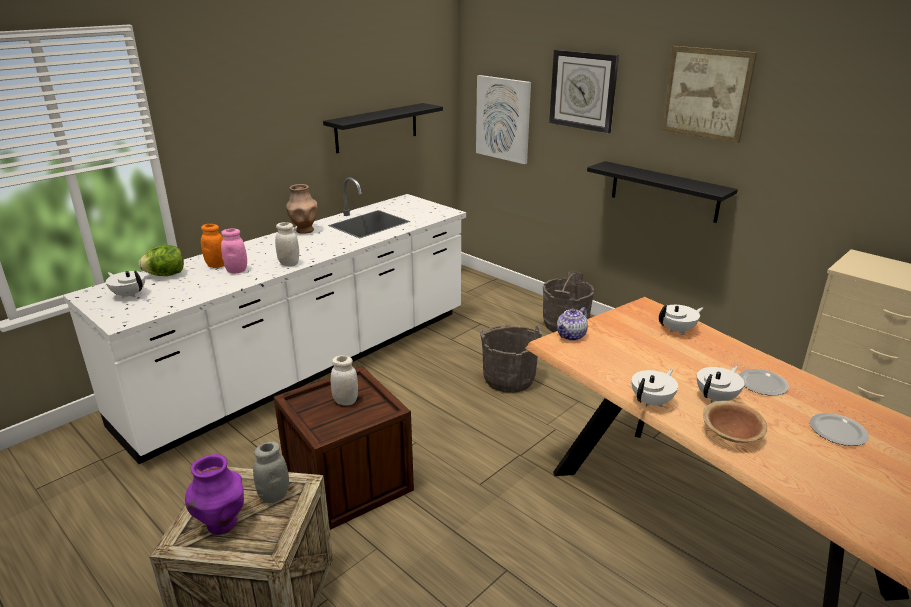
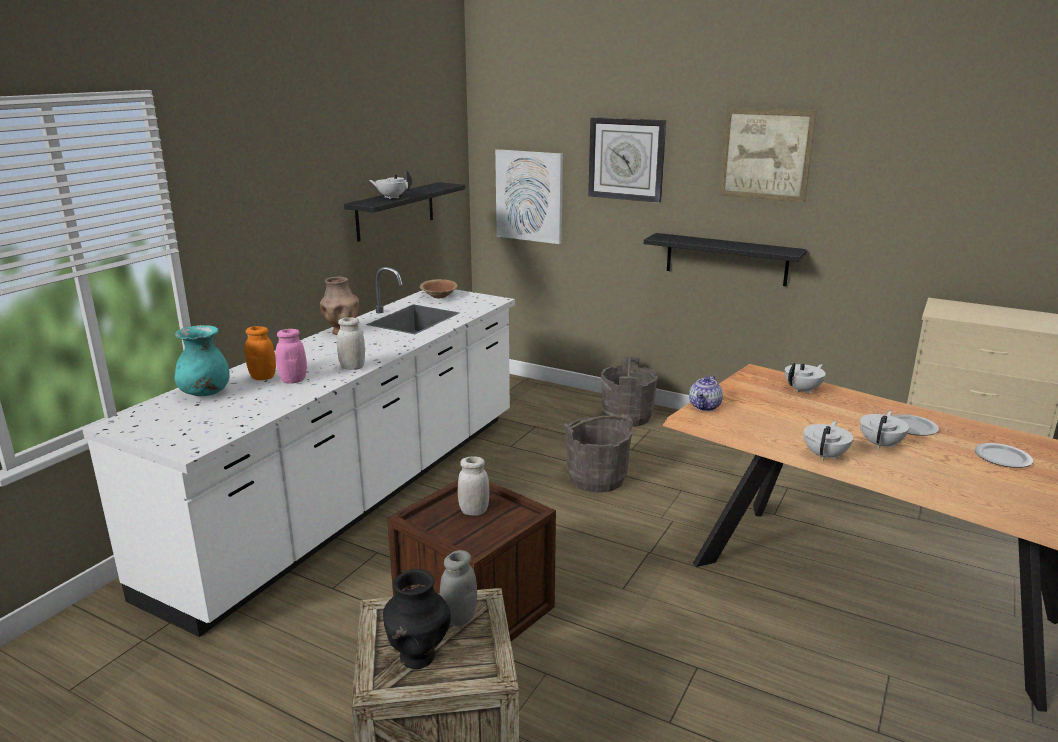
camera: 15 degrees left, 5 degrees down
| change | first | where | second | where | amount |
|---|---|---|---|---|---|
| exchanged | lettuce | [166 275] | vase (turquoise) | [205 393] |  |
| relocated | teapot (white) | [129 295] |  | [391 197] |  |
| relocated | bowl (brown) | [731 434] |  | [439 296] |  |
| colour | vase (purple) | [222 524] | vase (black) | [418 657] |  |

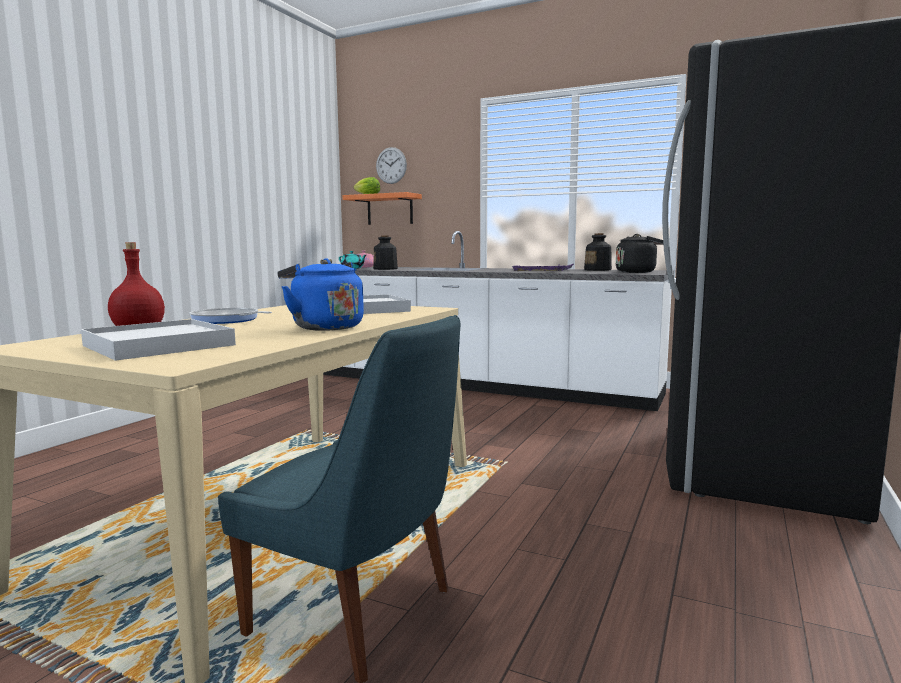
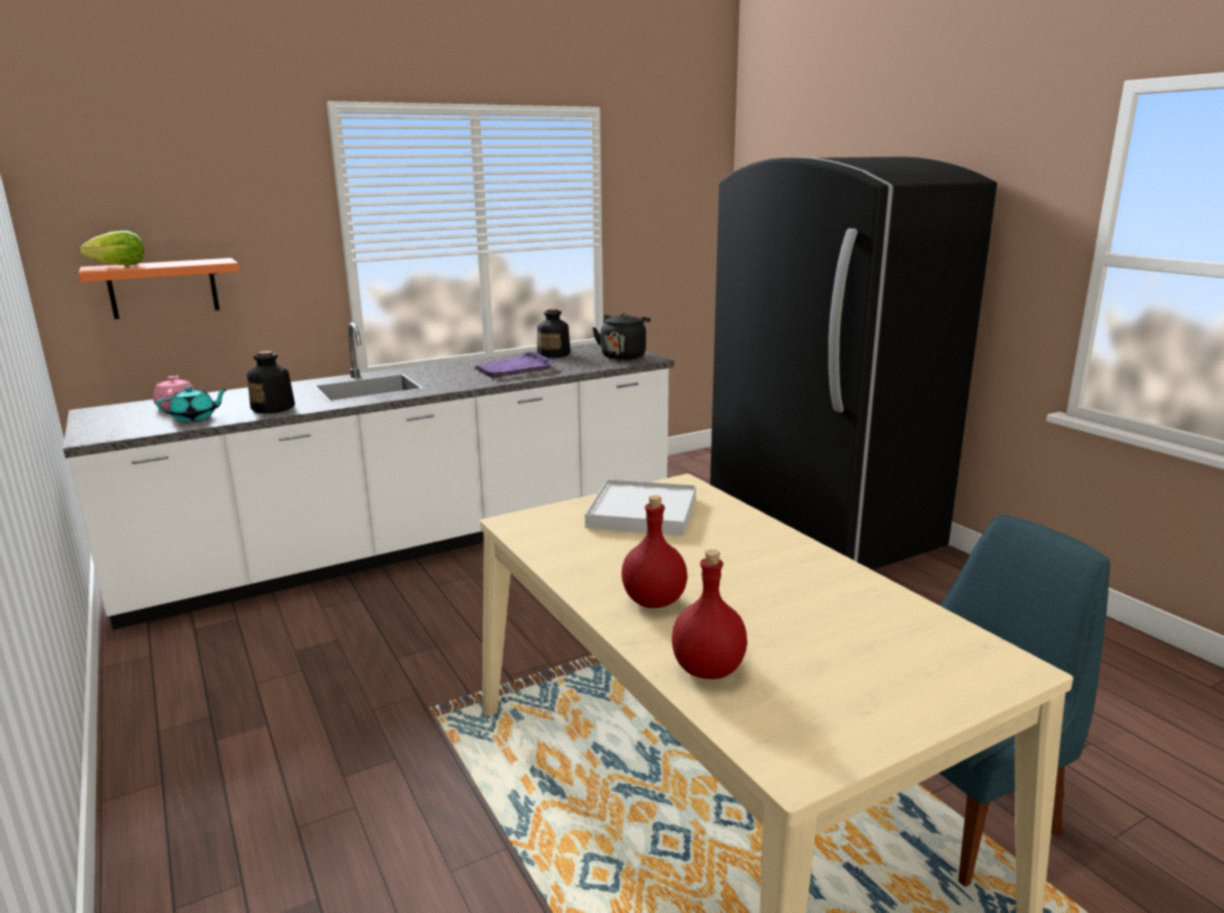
camera: 55 degrees left, 10 degrees up
| change | first | where | second | where | amount |
|---|---|---|---|---|---|
| missing | wall clock | [391 165] |  |  |  |
| missing | kettle (blue) | [324 327] |  |  |  |
| exchanged | frying pan | [227 320] | bottle (red) | [655 601] |  |
| missing | tray (white) | [158 345] |  |  |  |

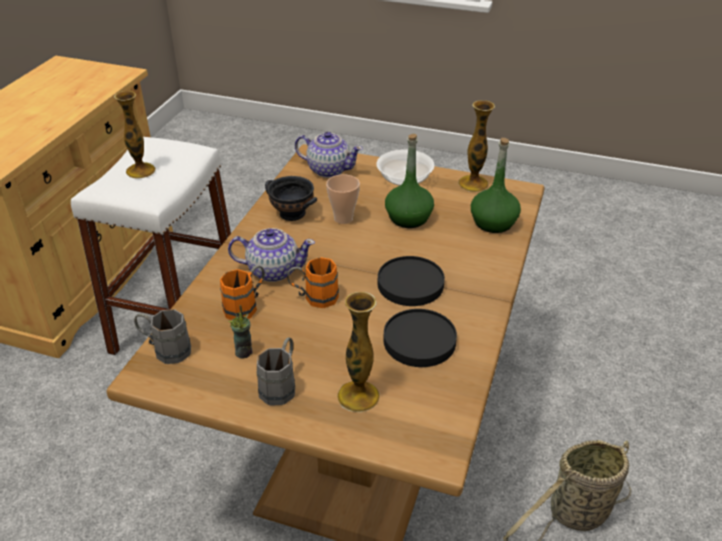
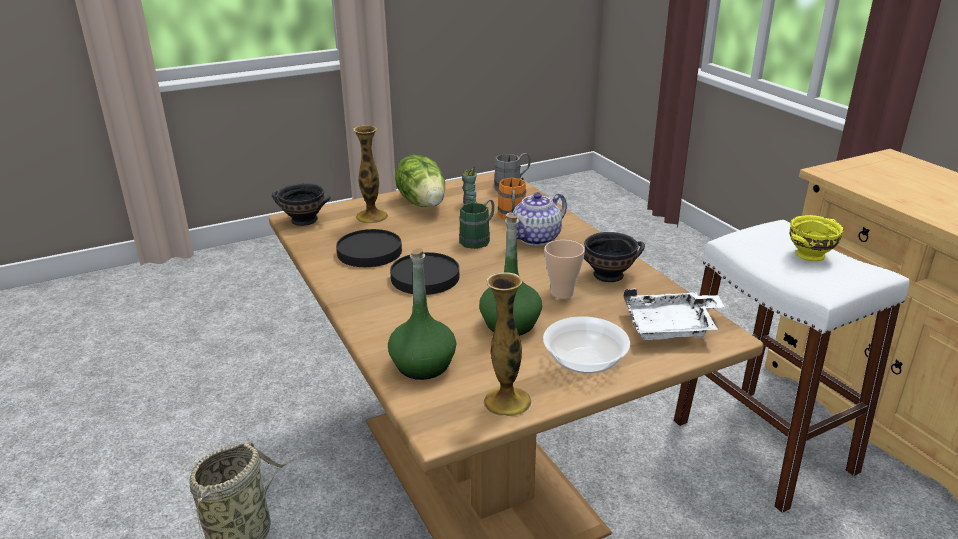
camera: 135 degrees right, 10 degrees down
| change | first | where | second | where | amount |
|---|---|---|---|---|---|
| exchanged | vase | [140 170] | bowl (yellow) | [808 255] |  |
| exchanged | teapot | [328 170] | tray (white) | [671 327] |  |
| colour | mug (orange) | [314 298] | mug (green) | [479 239] |  |
| exchanged | mug (grey) | [281 385] | lettuce | [423 202] |  |
| appeared |  |  | bowl (black) | [304 220] |  |

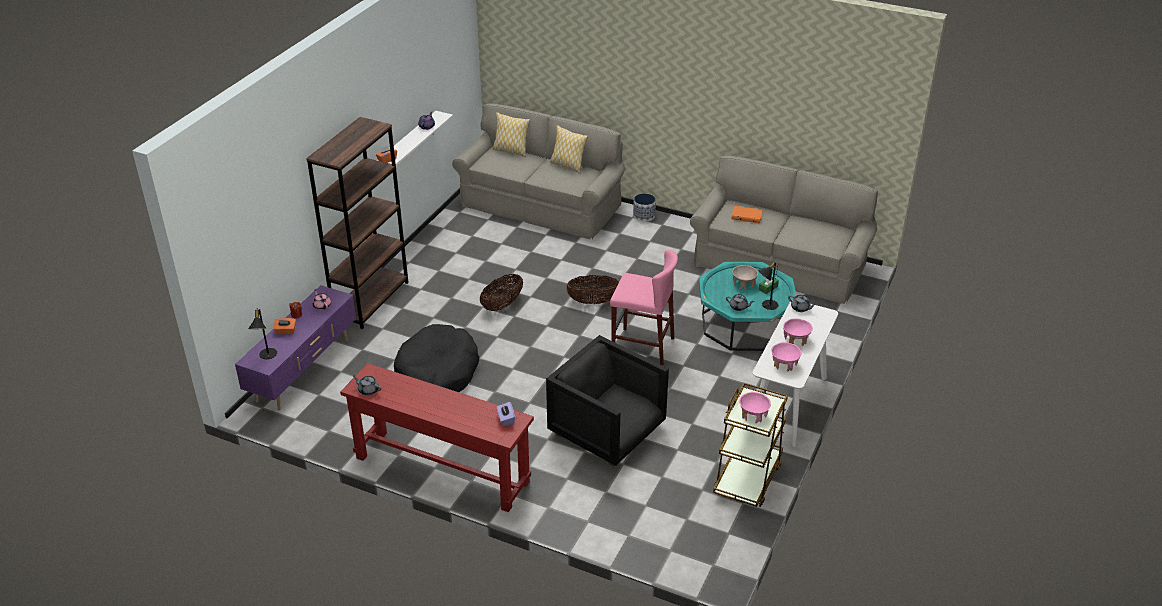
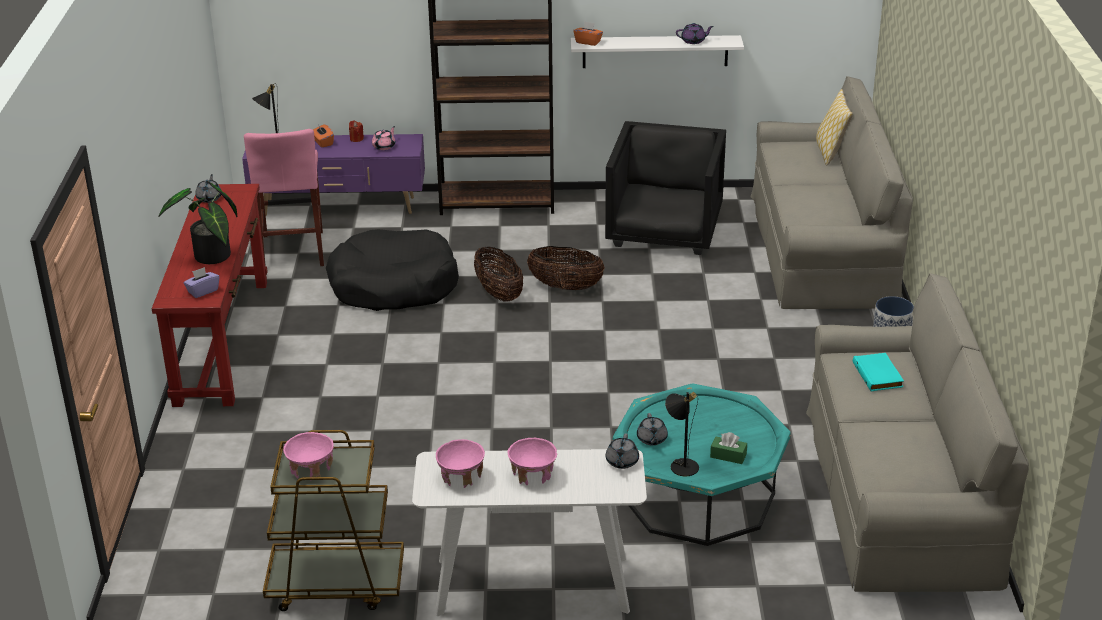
camera: 65 degrees right, 5 degrees down
| change | first | where | second | where | amount |
|---|---|---|---|---|---|
| missing | pillow | [568 166] |  |  |  |
| colour | book (orange) | [747 216] | book (turquoise) | [879 375] |  |
| relocated | stool (pink) | [642 346] |  | [293 250] |  |
| missing | bowl (beige) | [743 284] |  |  |  |
| relocated | basket | [593 301] |  | [499 293] |  |
| relocated | armchair (black) | [607 431] |  | [664 230] |  |
| appeared |  |  | potted plant | [211 258] |  |

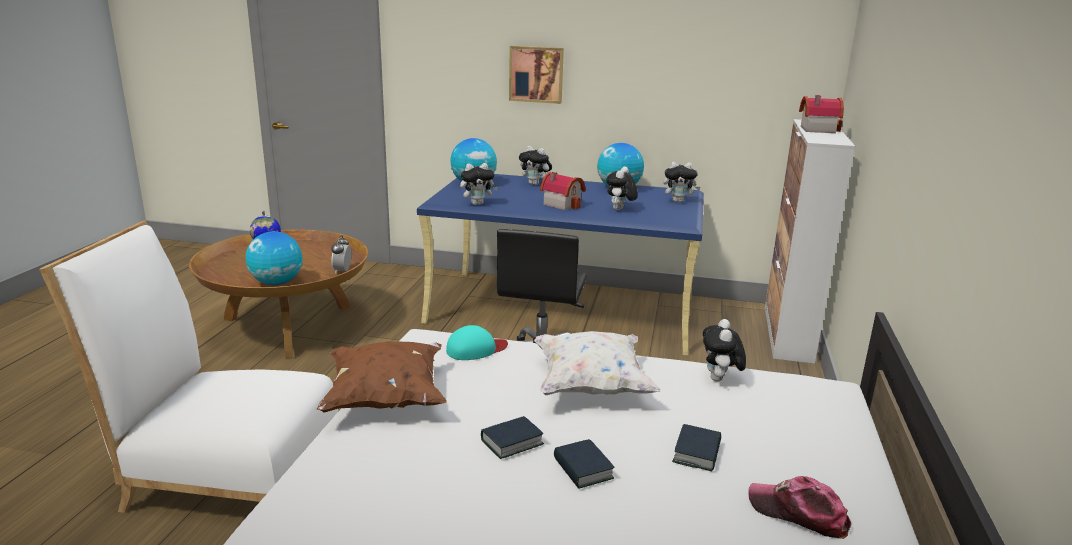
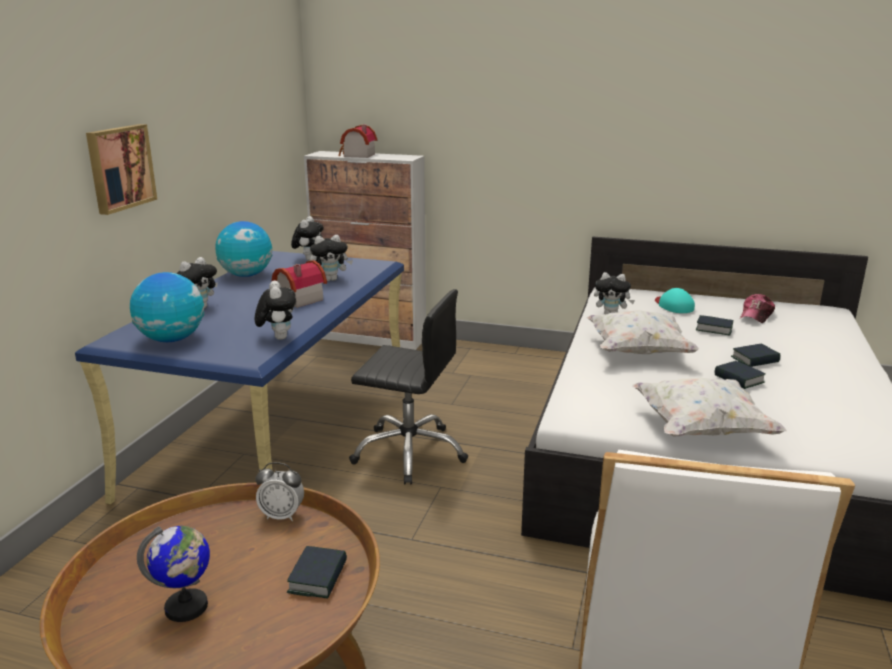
camera: 85 degrees left, 0 degrees up
| change | first | where | second | where | amount |
|---|---|---|---|---|---|
| spun | plush toy | [620 210] |  | [331 280] | 45 degrees counterclockwise |
| exchanged | globe | [276 283] | book | [318 577] |  |
| relocated | cap (turquoise) | [476 349] |  | [673 306] |  |
| colour | pillow (brown) | [386 398] | pillow (white) | [701 430] |  |

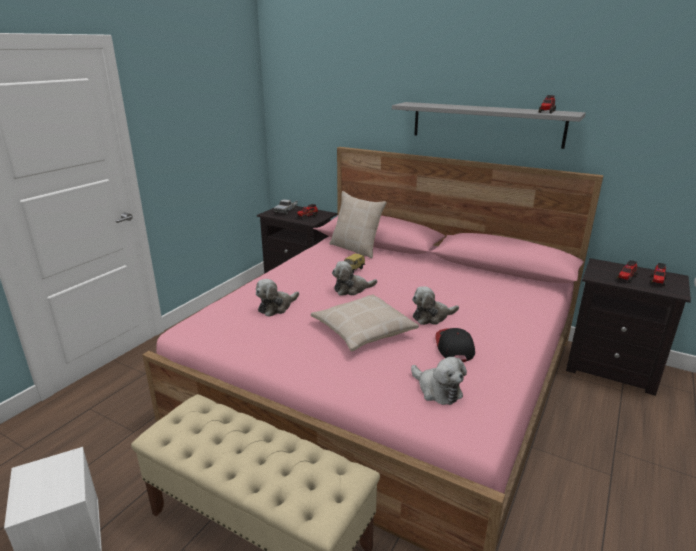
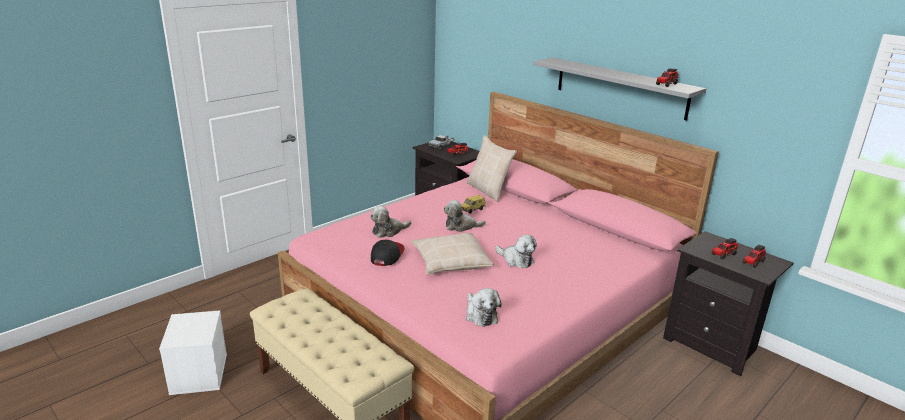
camera: 15 degrees right, 0 degrees up
| change | first | where | second | where | amount |
|---|---|---|---|---|---|
| spun | plush toy | [432 317] |  | [516 260] | 135 degrees counterclockwise |
| relocated | cap | [454 346] |  | [387 255] |  |

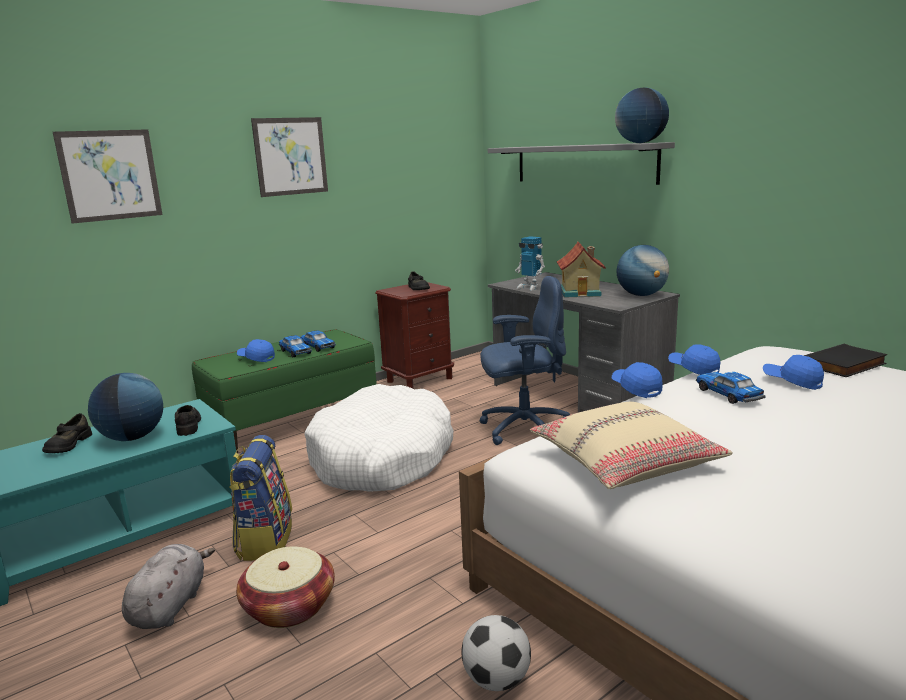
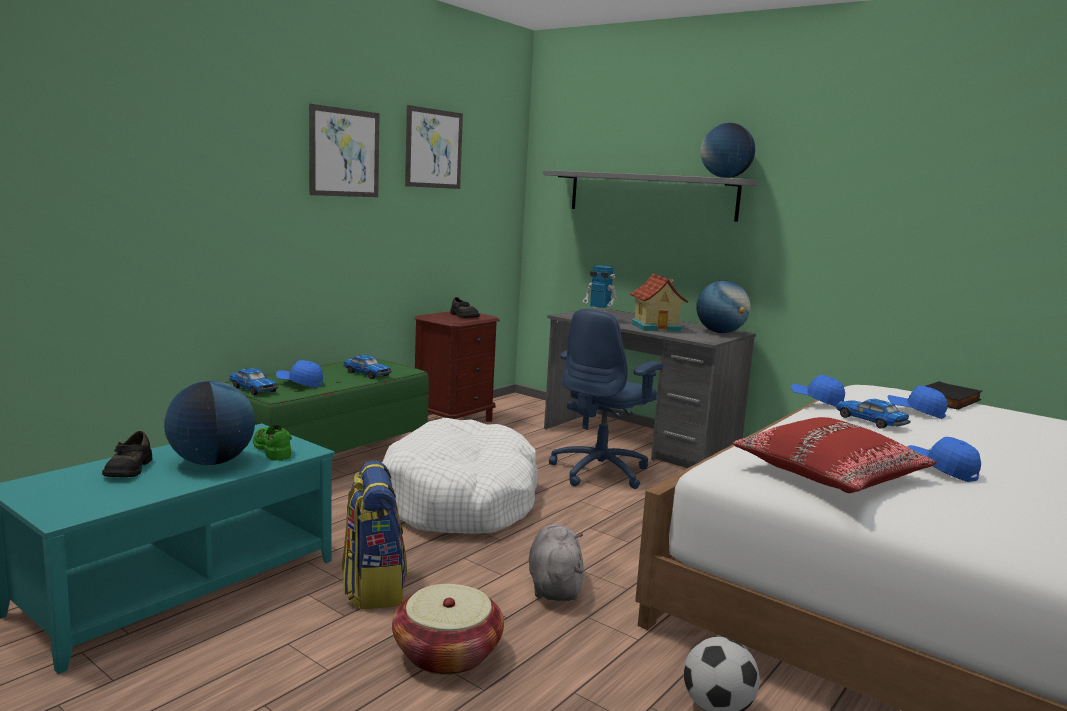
camera: 15 degrees left, 5 degrees down
| change | first | where | second | where | amount |
|---|---|---|---|---|---|
| relocated | picture | [110 175] |  | [434 148] |  |
| spun | office chair (blue) | [523 429] |  | [601 471] | 150 degrees clockwise |
| relocated | toy car | [295 352] |  | [253 389] |  |
| relocated | cap (blue) | [636 388] |  | [941 470] |  |
| colour | pillow (beige) | [624 461] | pillow (red) | [829 474] |  |
| colour | shoe (black) | [188 425] | shoe (green) | [273 450] |  |
| relocated | plush toy (grey) | [170 606] |  | [554 585] |  |

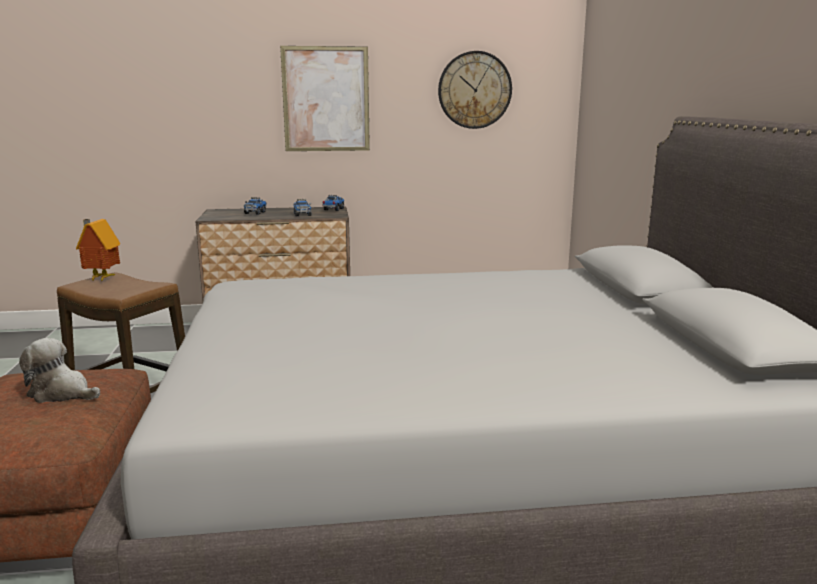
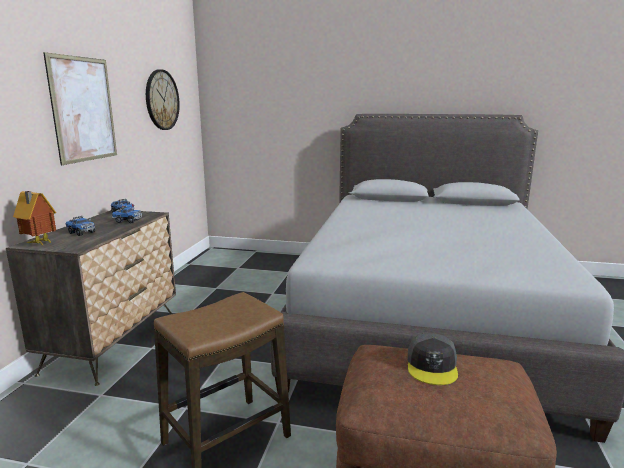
camera: 70 degrees left, 0 degrees up
| change | first | where | second | where | amount |
|---|---|---|---|---|---|
| relocated | toy house | [101 278] |  | [39 244] |  |
| exchanged | plush toy | [62 393] | cap (grey) | [432 366] |  |

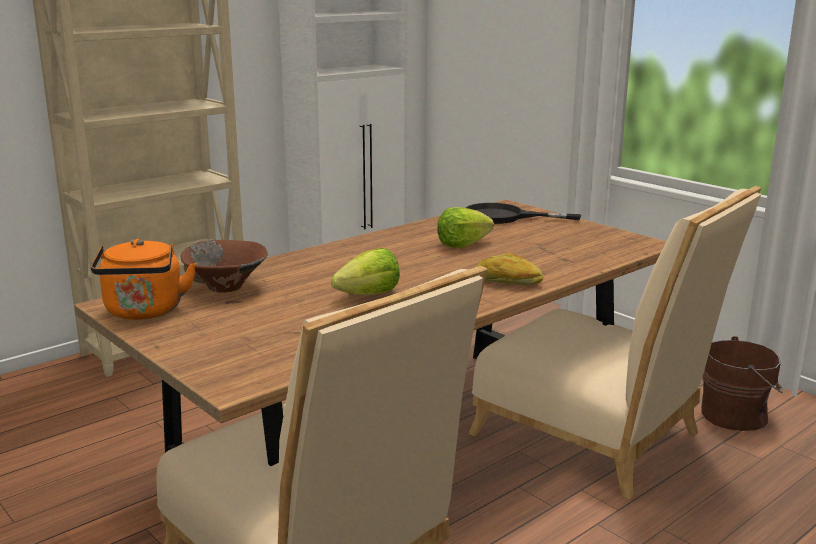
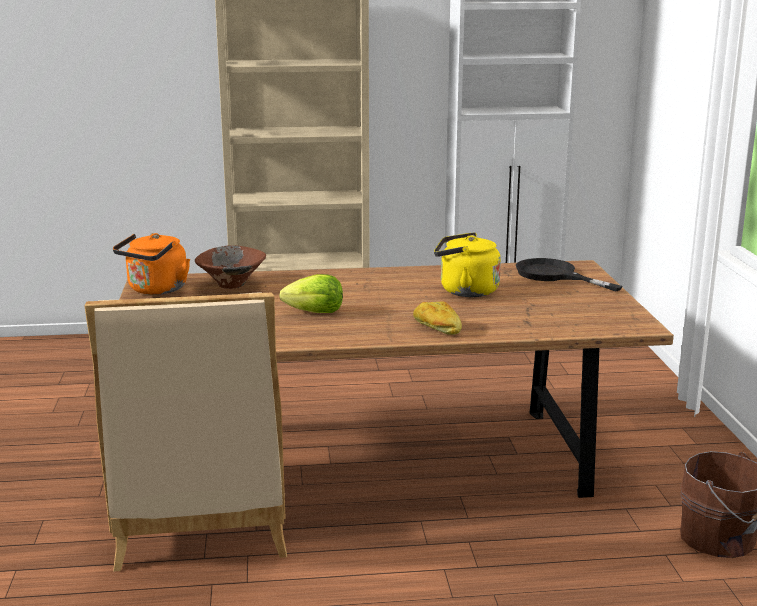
camera: 35 degrees right, 0 degrees up
| change | first | where | second | where | amount |
|---|---|---|---|---|---|
| missing | chair (beige) | [597 438] |  |  |  |
| exchanged | lettuce | [462 244] | kettle (yellow) | [465 291] |  |

